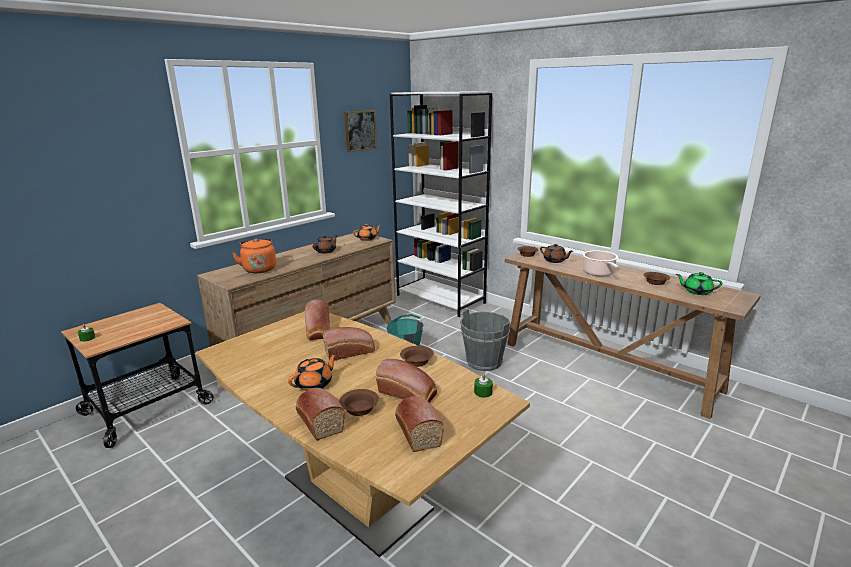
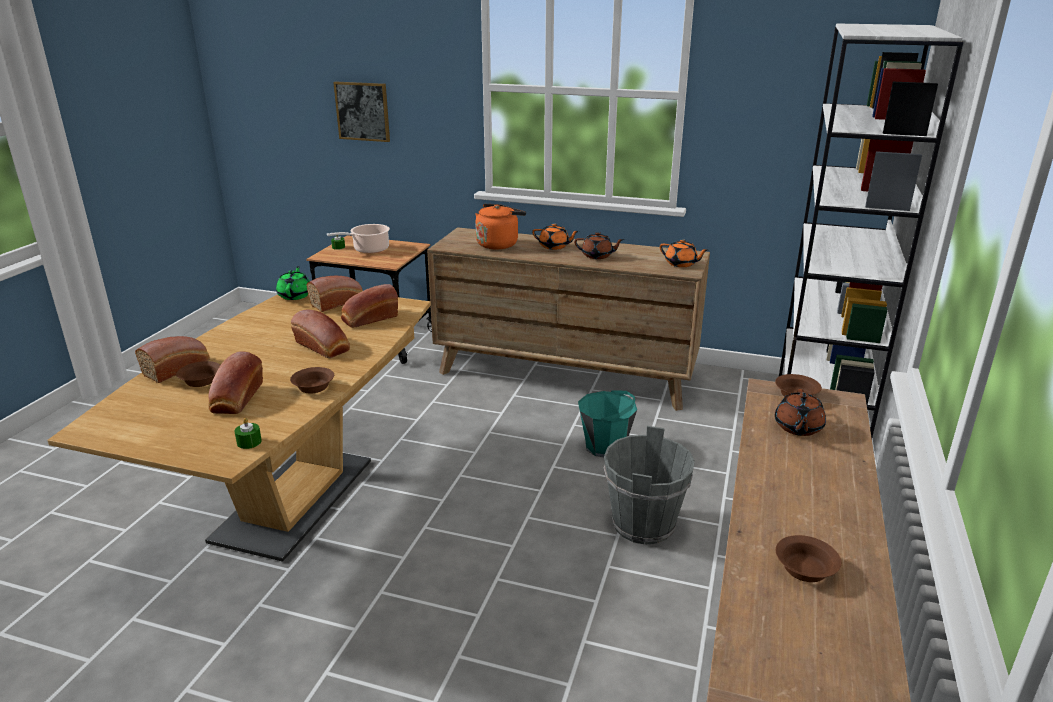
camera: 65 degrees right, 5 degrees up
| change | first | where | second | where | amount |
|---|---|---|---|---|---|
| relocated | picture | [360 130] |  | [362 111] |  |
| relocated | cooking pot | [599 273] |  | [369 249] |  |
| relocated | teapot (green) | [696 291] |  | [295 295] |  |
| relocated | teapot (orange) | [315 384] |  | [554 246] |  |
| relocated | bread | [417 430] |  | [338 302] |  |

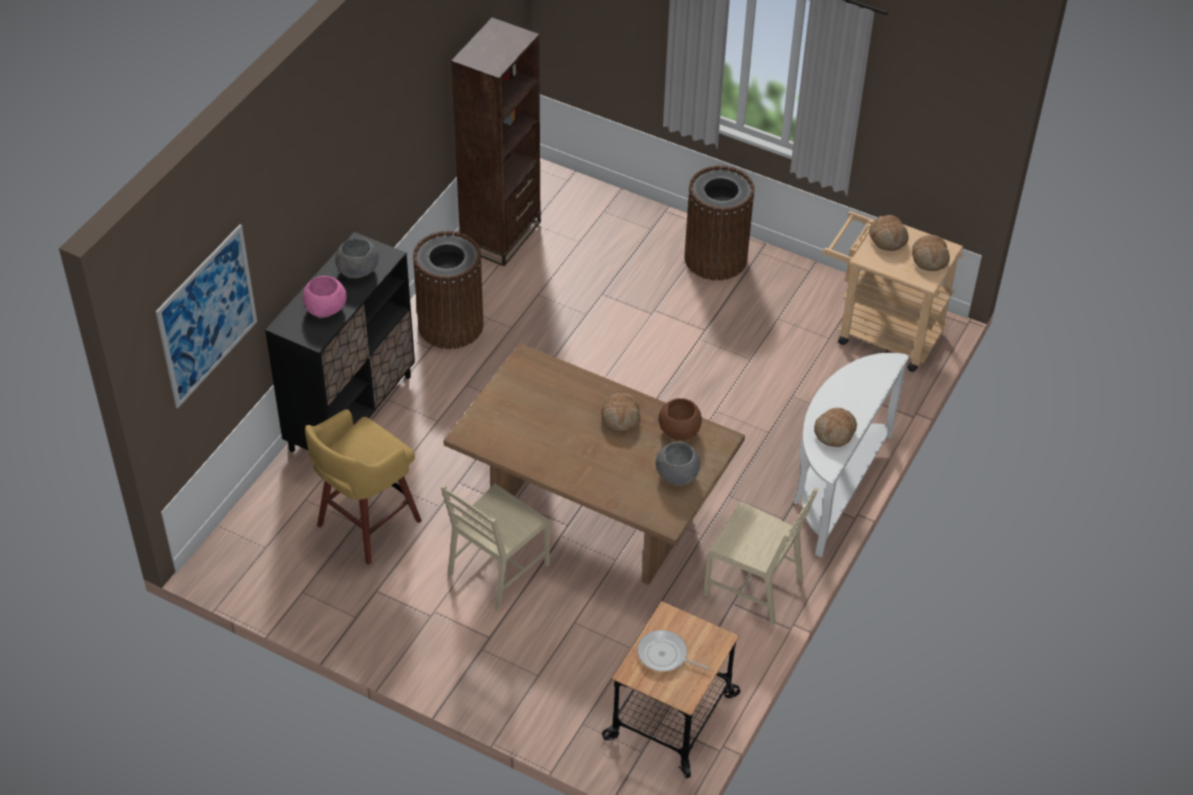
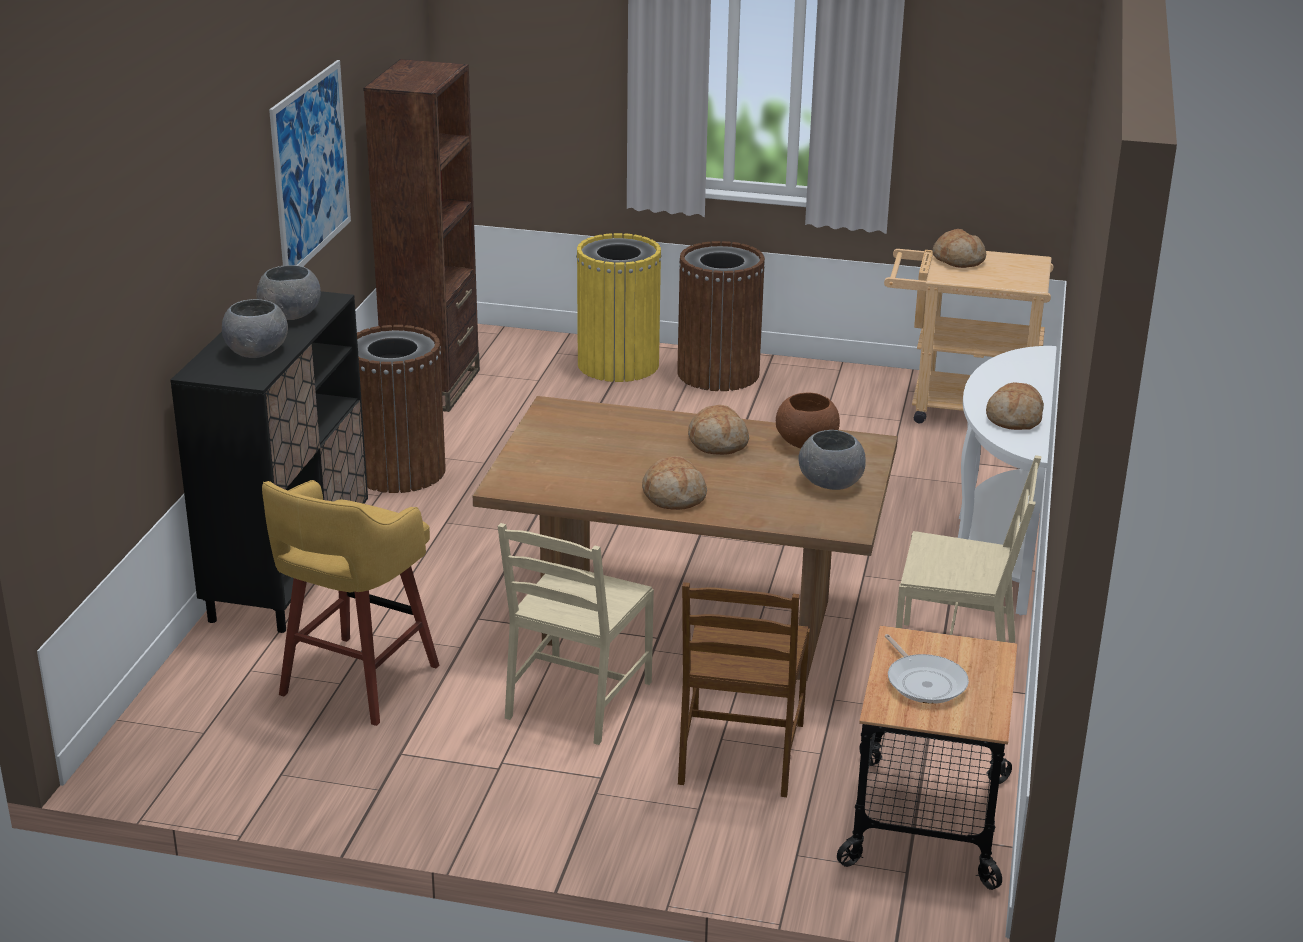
camera: 15 degrees left, 20 degrees down
| change | first | where | second | where | amount |
|---|---|---|---|---|---|
| relocated | picture | [207 316] |  | [311 168] |  |
| relocated | bread | [929 258] |  | [674 496] |  |
| colour | bowl (pink) | [326 308] | bowl (grey) | [257 351] |  |
| spun | frying pan | [665 655] |  | [924 682] | 120 degrees counterclockwise |
| appeared |  |  | trash can (yellow) | [618 364] |  |
| appeared |  |  | chair (brown) | [740 754] |  |

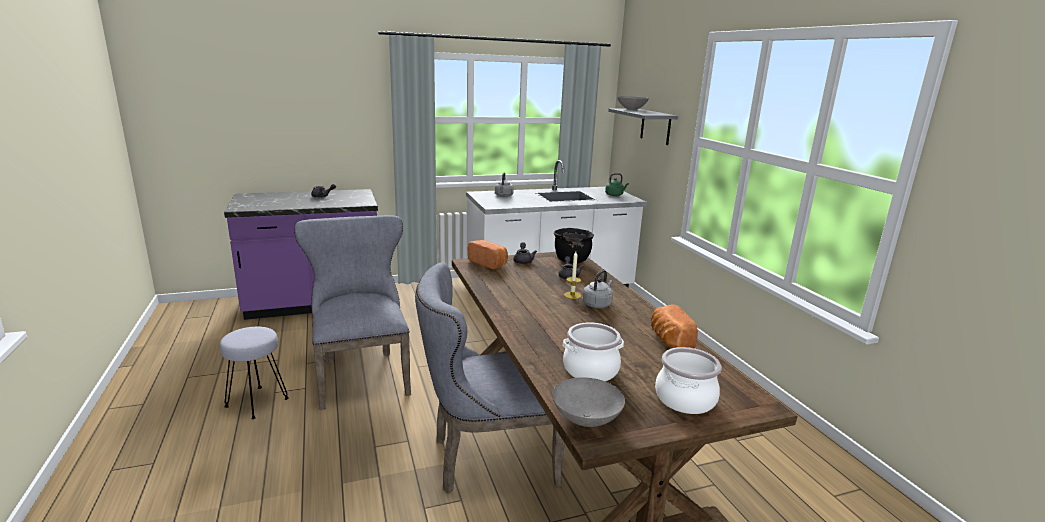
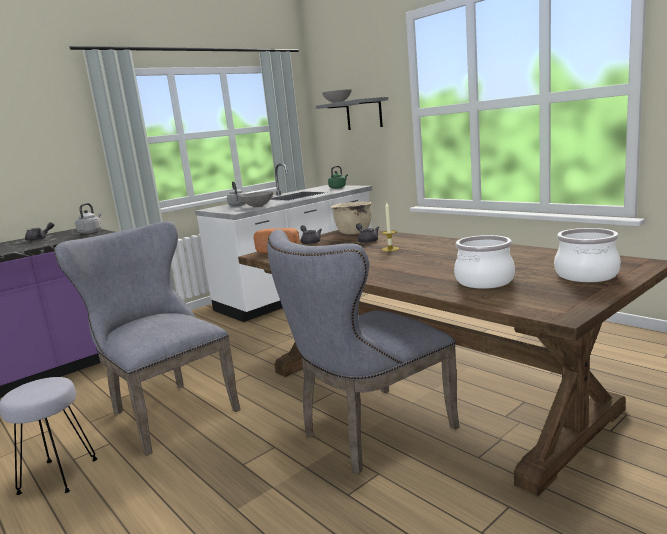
camera: 20 degrees left, 5 degrees down
| change | first | where | second | where | amount |
|---|---|---|---|---|---|
| colour | cooking pot (black) | [571 260] | cooking pot (beige) | [353 233] |  |
| relocated | kettle (grey) | [598 304] |  | [91 232] |  |
| missing | bread | [669 339] |  |  |  |
| relocated | bowl (grey) | [585 420] |  | [257 206] |  |

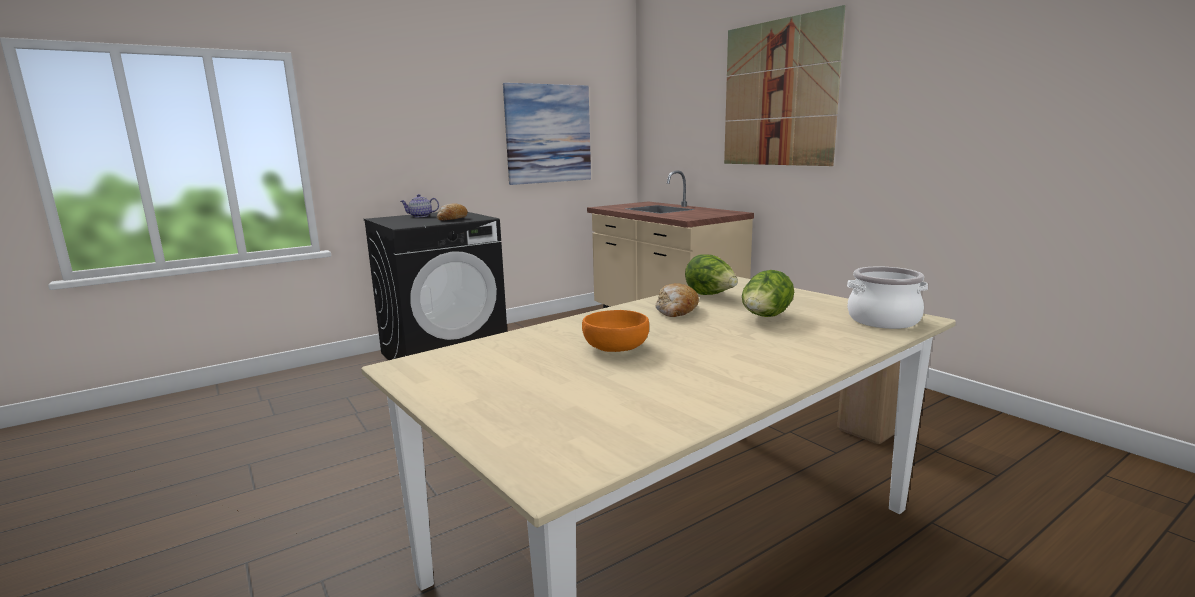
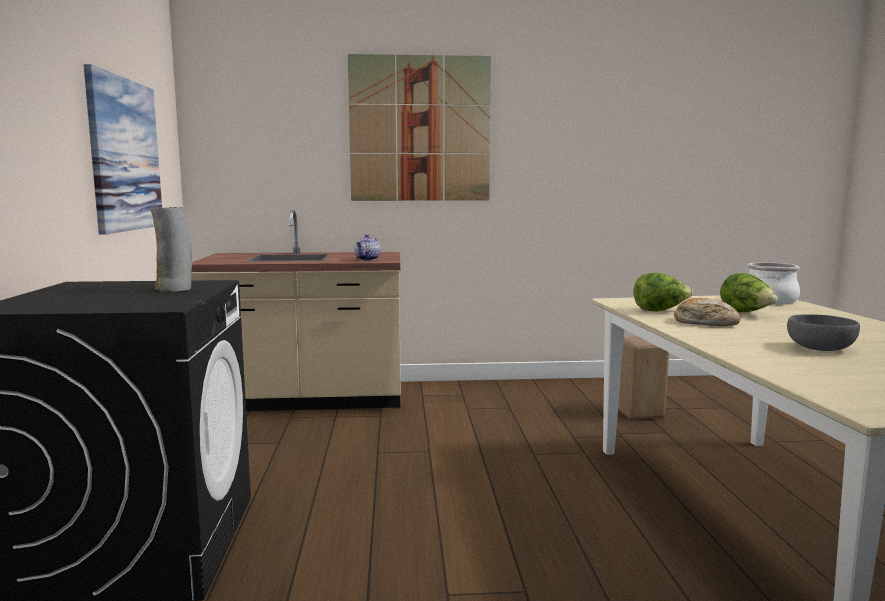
camera: 60 degrees left, 5 degrees down
| change | first | where | second | where | amount |
|---|---|---|---|---|---|
| relocated | teapot | [420 216] |  | [368 259] |  |
| exchanged | bread | [452 219] | vase | [175 289] |  |
| colour | bowl (orange) | [616 348] | bowl (grey) | [821 348] |  |

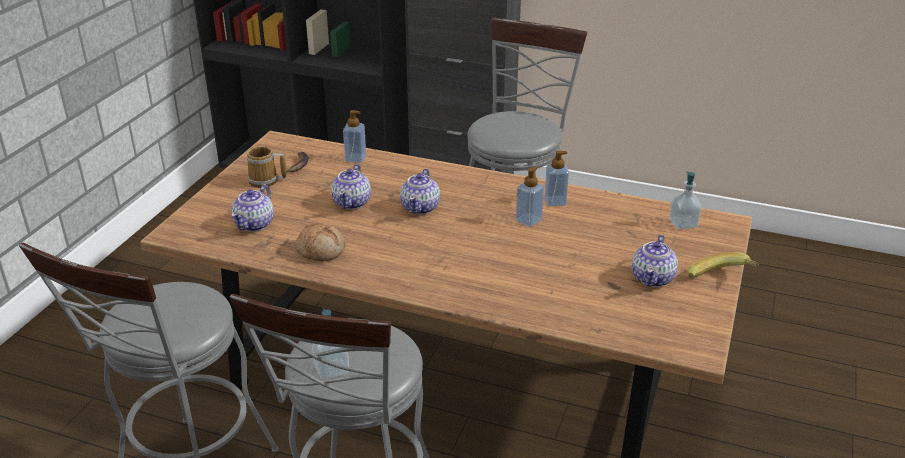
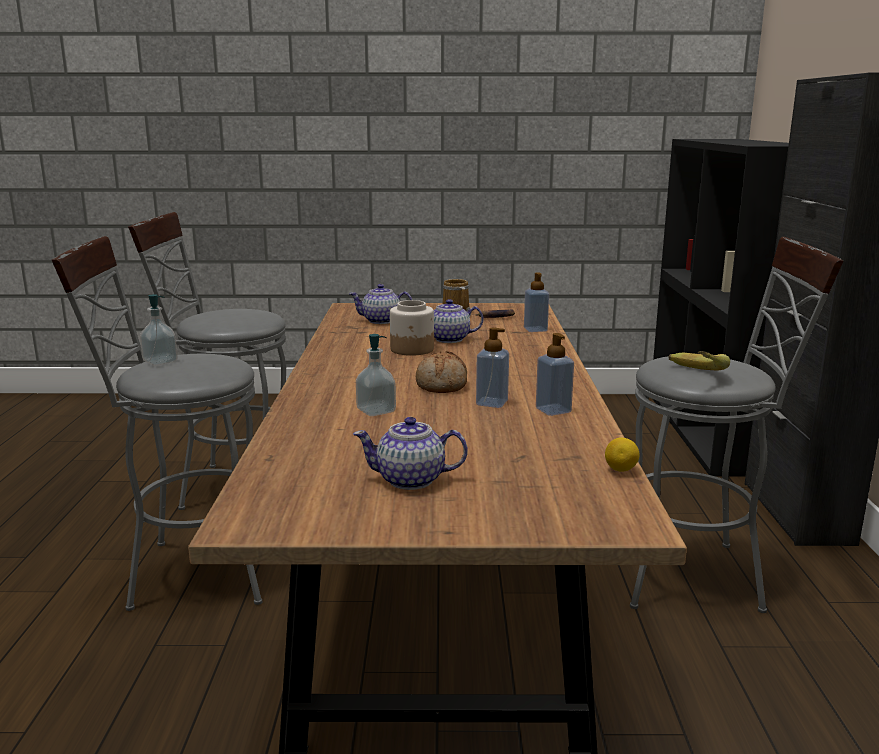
camera: 70 degrees right, 15 degrees down
| change | first | where | second | where | amount |
|---|---|---|---|---|---|
| missing | teapot | [421 207] |  |  |  |
| relocated | soap dispenser | [683 224] |  | [376 411] |  |
| relocated | bread | [321 250] |  | [443 385] |  |
| relocated | banana | [722 280] |  | [693 375] |  |
| appeared |  |  | jar | [412 349] |  |
| appeared |  |  | lemon | [621 470] |  |

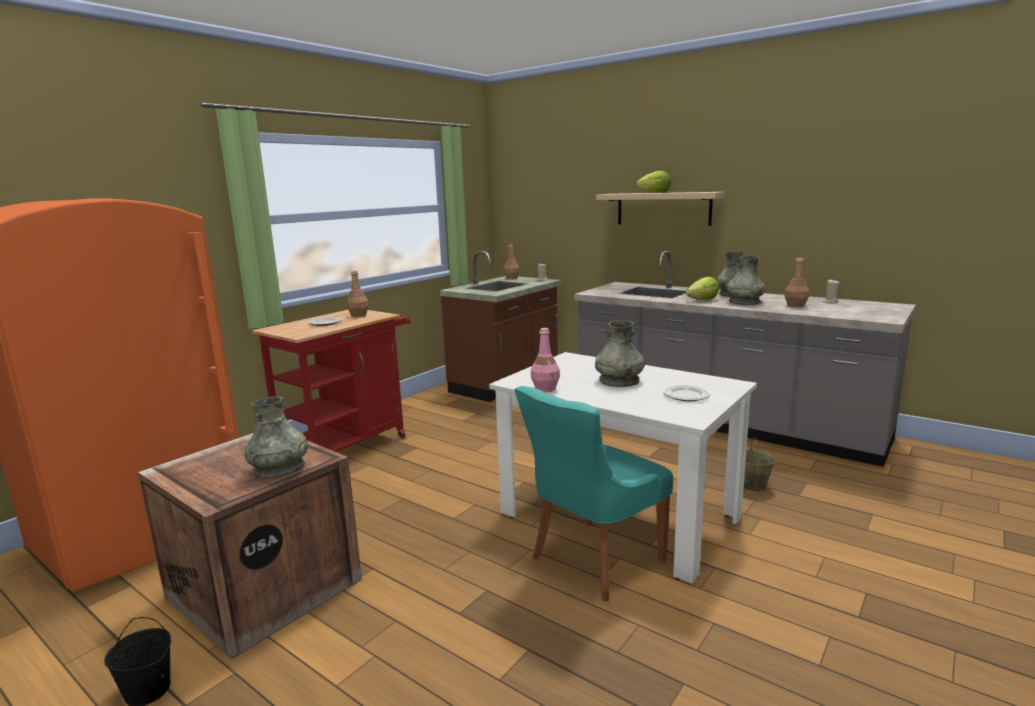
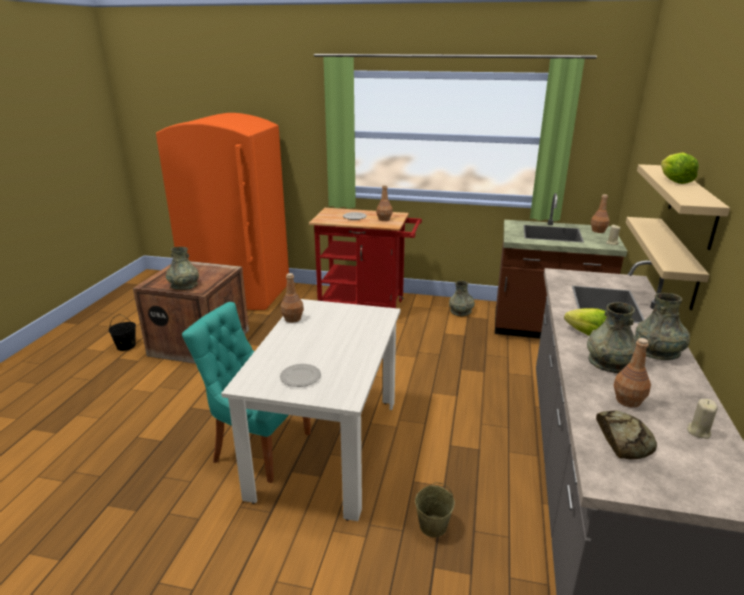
camera: 65 degrees right, 10 degrees up
| change | first | where | second | where | amount |
|---|---|---|---|---|---|
| relocated | vase (grey) | [619 380] |  | [460 311] |  |
| colour | bottle (pink) | [545 389] | bottle (brown) | [293 319] |  |
| appeared |  |  | shelf (beige) | [677 262] |  |
| appeared |  |  | bread | [623 439] |  |

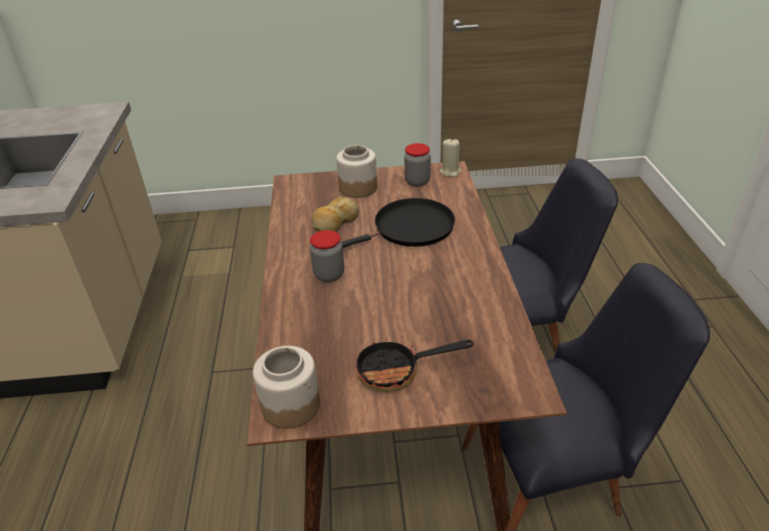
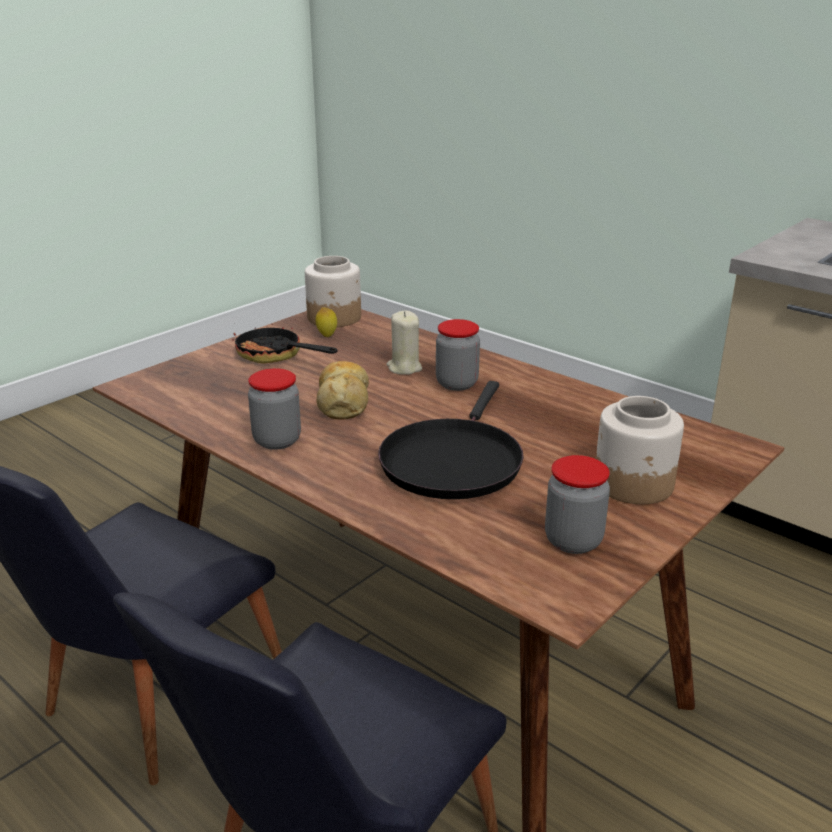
camera: 135 degrees right, 10 degrees down
| change | first | where | second | where | amount |
|---|---|---|---|---|---|
| relocated | candle (beige) | [450 172] |  | [404 368] |  |
| relocated | bread | [334 223] |  | [343 401] |  |
| spun | frying pan | [397 371] |  | [276 356] | 90 degrees counterclockwise |
| appeared |  |  | lemon | [327 335] |  |
| appeared |  |  | jar | [277 440] |  |

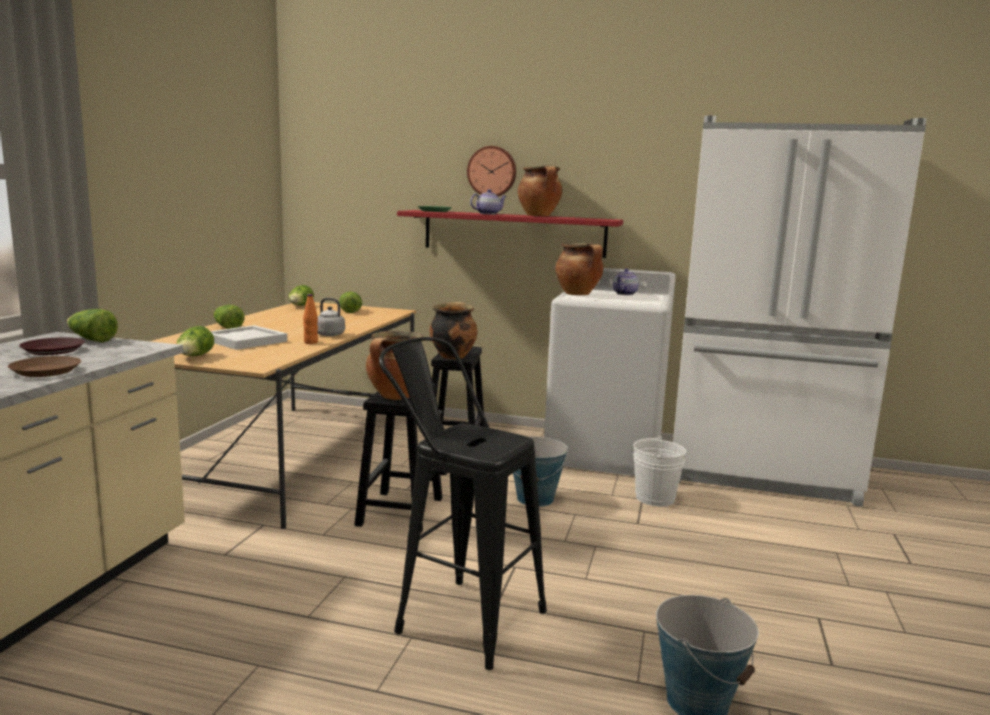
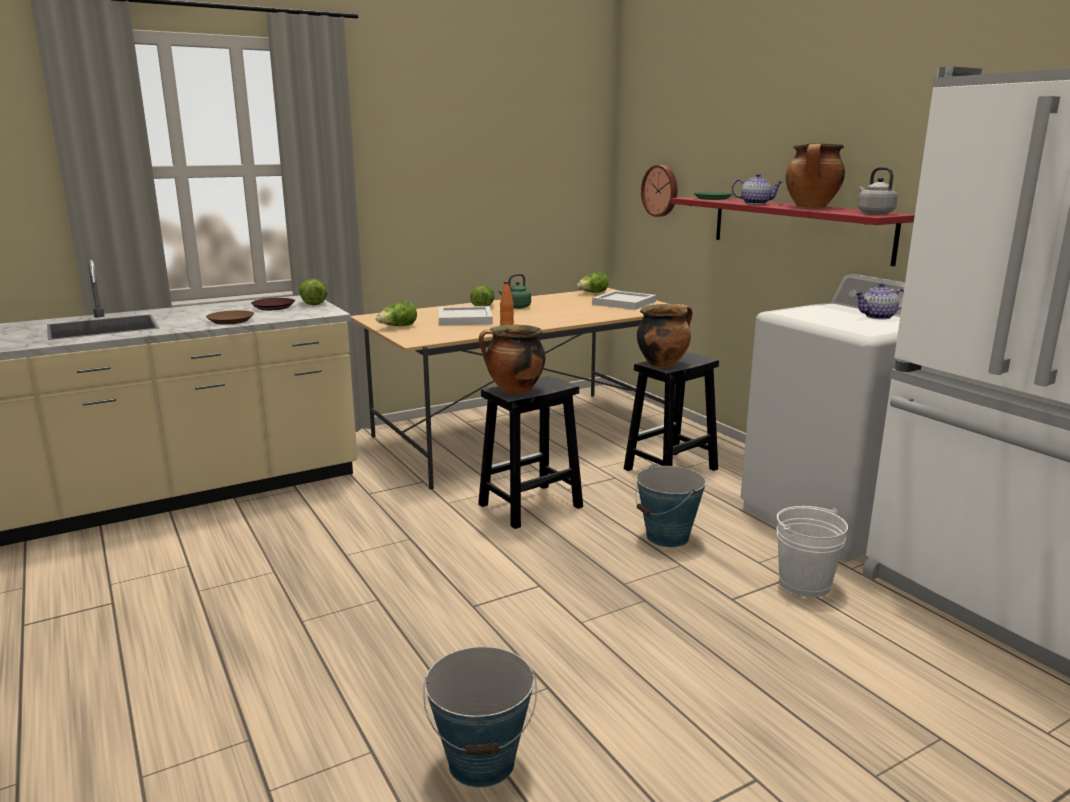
camera: 45 degrees right, 5 degrees up
| change | first | where | second | where | amount |
|---|---|---|---|---|---|
| relocated | wall clock | [492 171] |  | [661 190] |  |
| missing | cooking pot | [578 294] |  |  |  |
| exchanged | lettuce | [350 311] | tray (white) | [623 303] |  |
| relocated | kettle (grey) | [328 334] |  | [874 213] |  |
| missing | stool (black) | [458 616] |  |  |  |
| appeared |  |  | kettle (green) | [516 307] |  |

